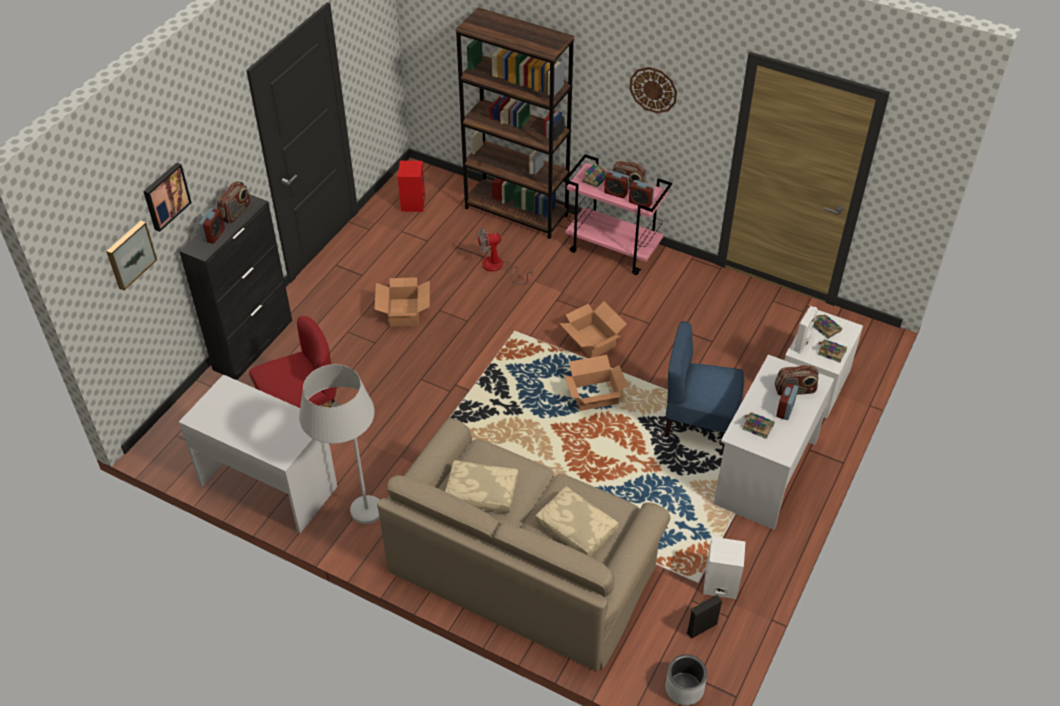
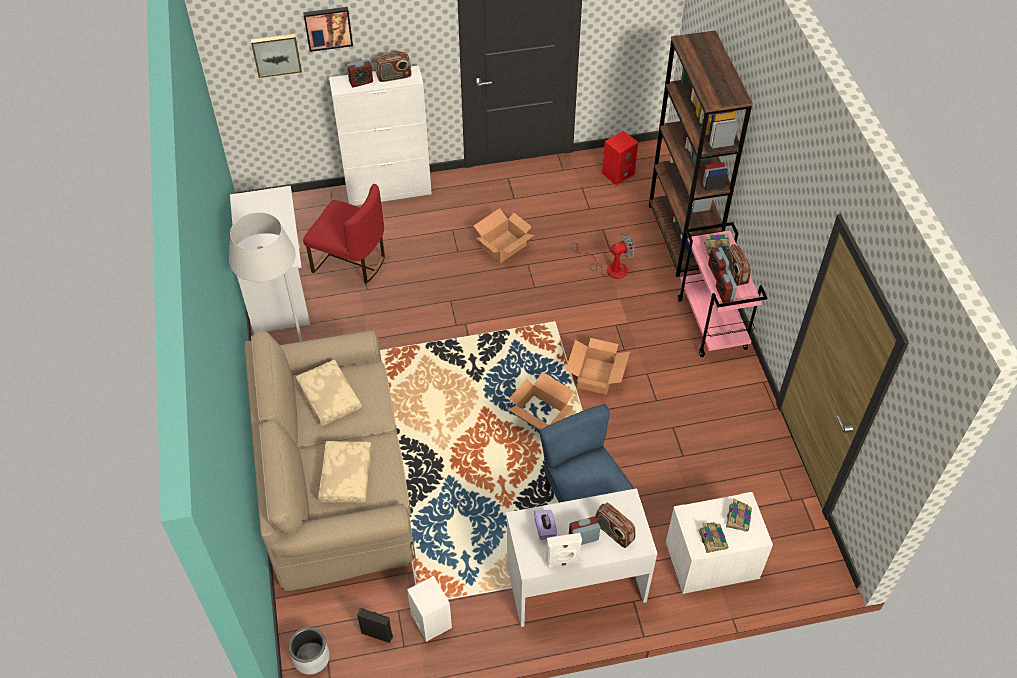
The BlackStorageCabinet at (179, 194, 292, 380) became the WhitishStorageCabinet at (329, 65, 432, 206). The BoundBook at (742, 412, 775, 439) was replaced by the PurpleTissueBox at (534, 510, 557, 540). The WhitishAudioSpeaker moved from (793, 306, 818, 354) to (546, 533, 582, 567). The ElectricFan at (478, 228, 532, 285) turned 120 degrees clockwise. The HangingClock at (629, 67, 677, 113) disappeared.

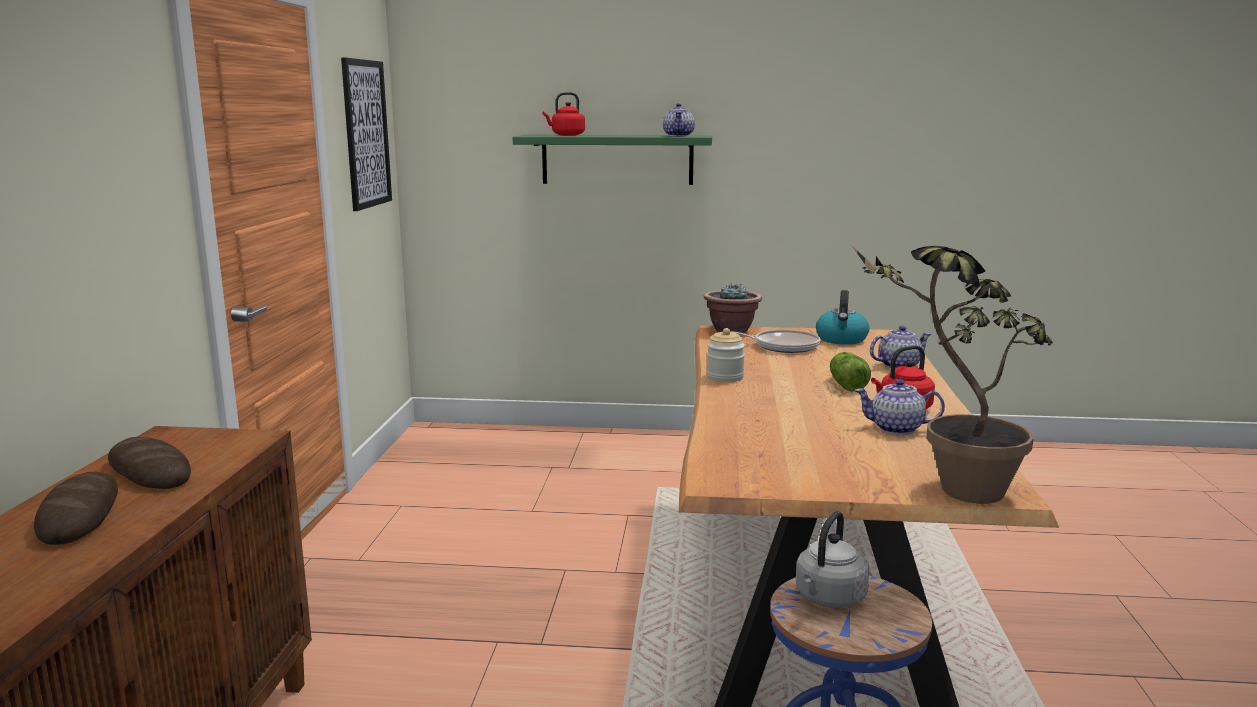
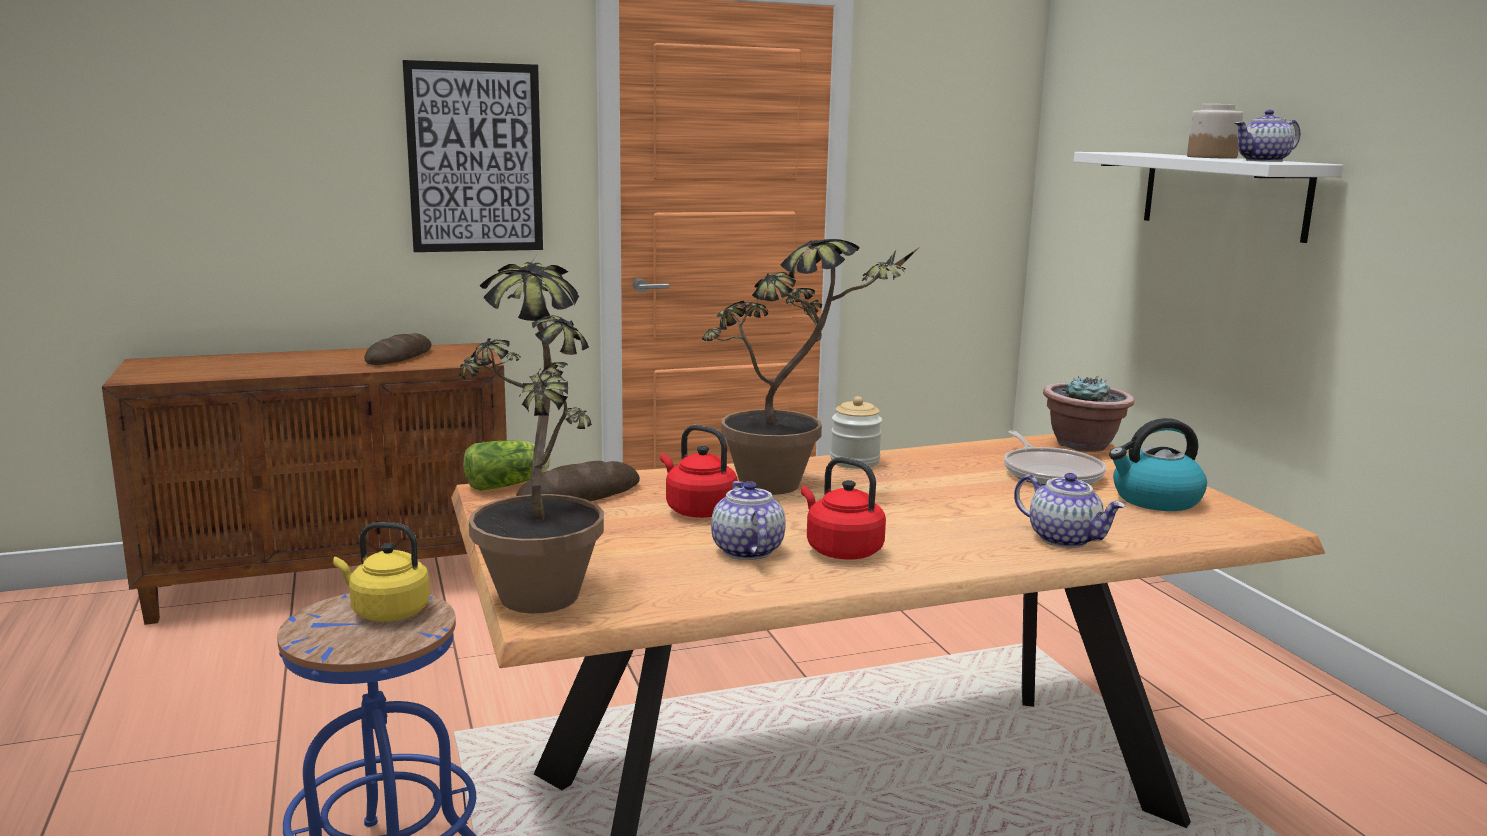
The GreyWaterKettle at (796, 511, 869, 608) became the YellowColouredWaterKettle at (333, 522, 430, 622). The WallPicture moved from (341, 57, 392, 211) to (402, 60, 543, 252). The HeadOfLettuce moved from (830, 352, 871, 392) to (463, 440, 551, 491). The Bread moved from (34, 472, 118, 545) to (516, 461, 640, 501). The RedWaterKettle moved from (542, 92, 585, 136) to (660, 425, 738, 518). The PlantInAPot at (702, 239, 921, 495) appeared. The GreenBracketShelf at (513, 135, 712, 185) became the WhitishBracketShelf at (1074, 152, 1343, 243). The StorageJar at (1187, 104, 1243, 159) appeared.

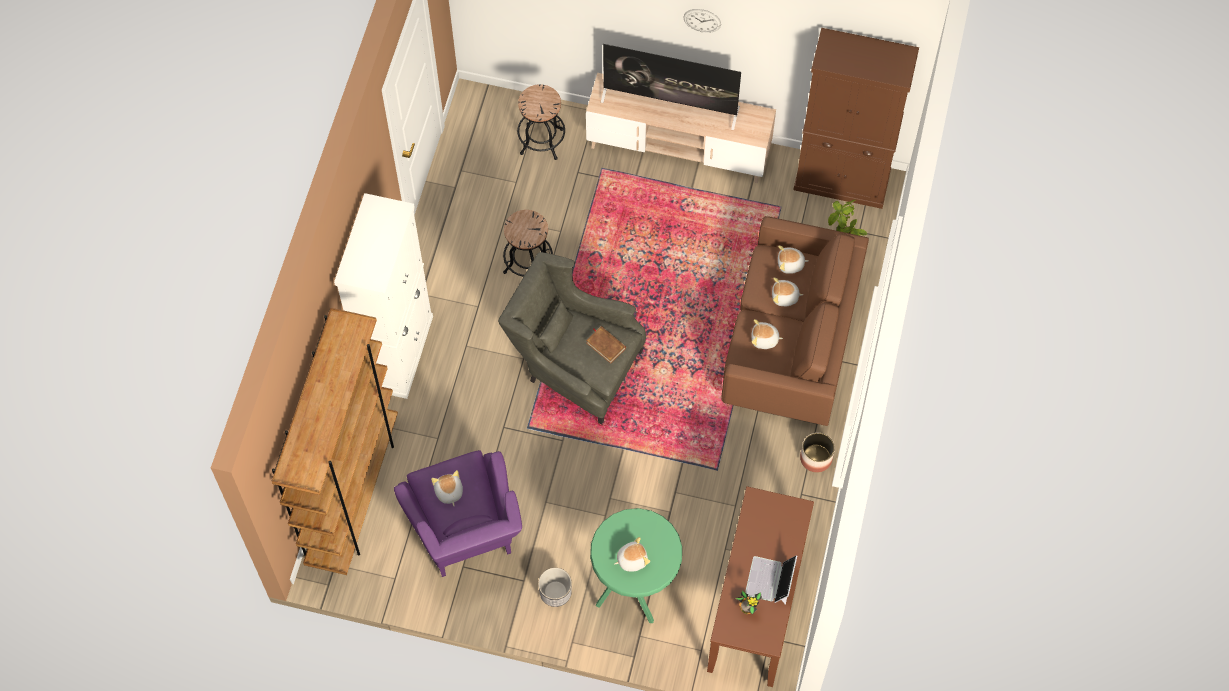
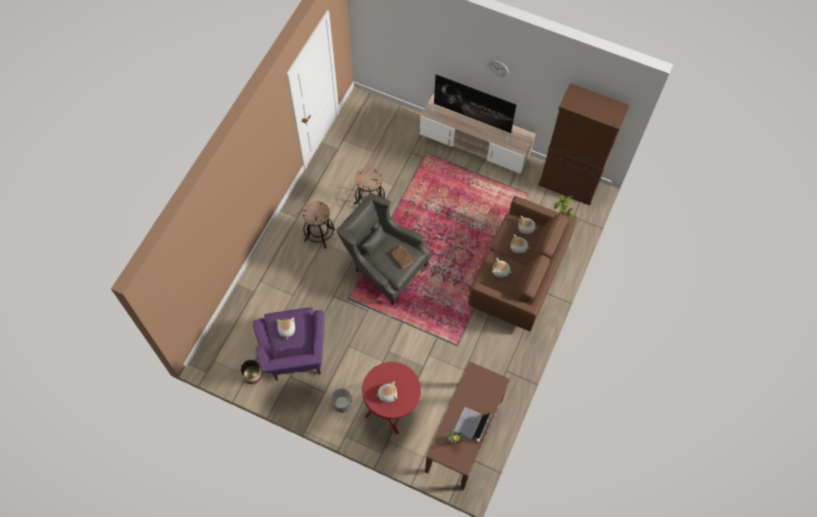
The FlowerPot moved from (800, 433, 835, 473) to (240, 359, 263, 384). The BlackSittingStool moved from (517, 84, 565, 160) to (302, 201, 335, 249). The GreenSittingStool at (590, 508, 682, 623) became the RedSittingStool at (362, 362, 421, 435). The BrownColouredBookcase at (272, 308, 398, 575) disappeared. The WhitishStorageCabinet at (334, 193, 433, 399) disappeared.

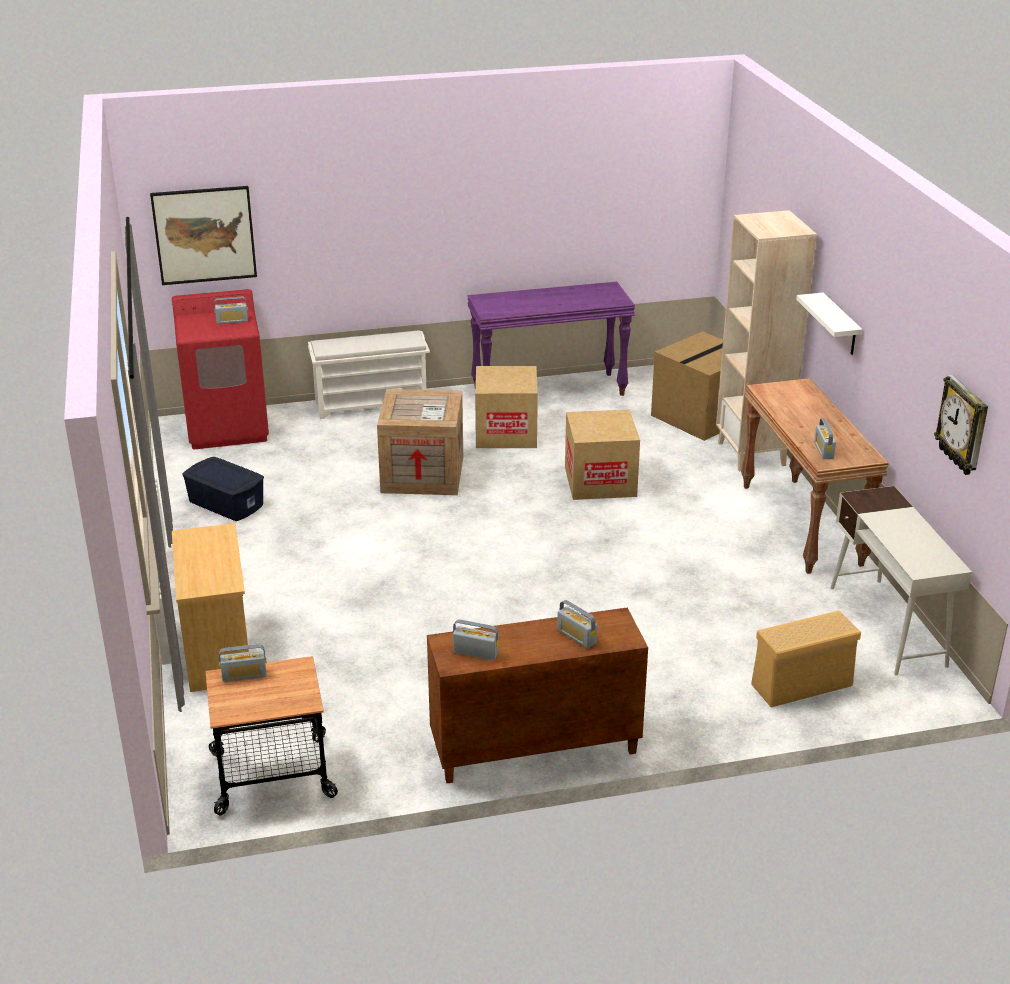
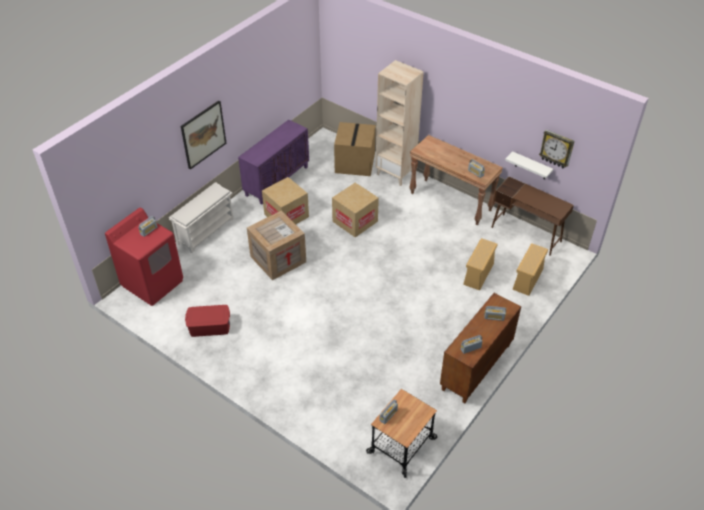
The WallPicture moved from (150, 186, 257, 285) to (181, 101, 227, 170). The BlueStorageBin at (182, 457, 264, 521) became the RedStorageBin at (185, 305, 230, 337). The PurpleConsoleTable at (468, 282, 635, 396) was replaced by the PurpleStorageCabinet at (238, 120, 309, 205). The BeigeColouredStorageBin at (463, 238, 498, 290) appeared. The WhitishDeskTable at (830, 486, 972, 675) became the BrownColouredDeskTable at (491, 176, 574, 256). The WhitishBracketShelf moved from (796, 293, 862, 355) to (505, 151, 553, 179). The BeigeColouredChestOfDrawers at (172, 523, 249, 692) disappeared.

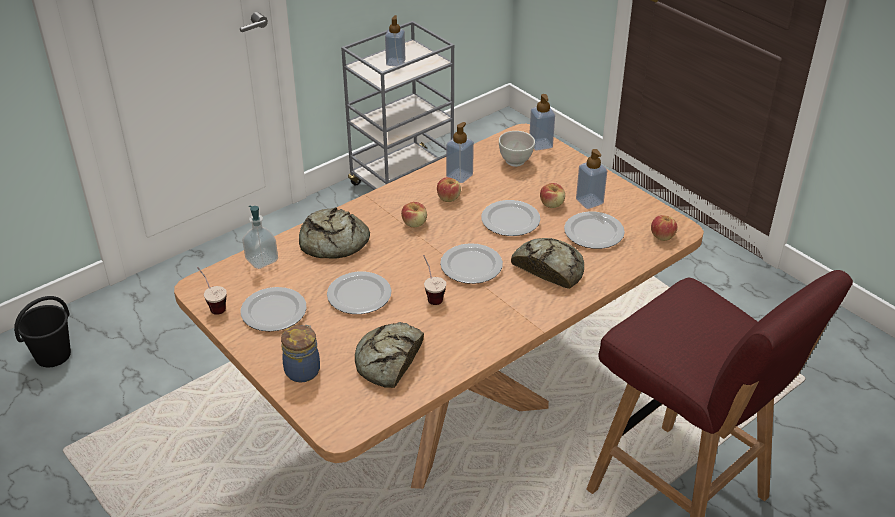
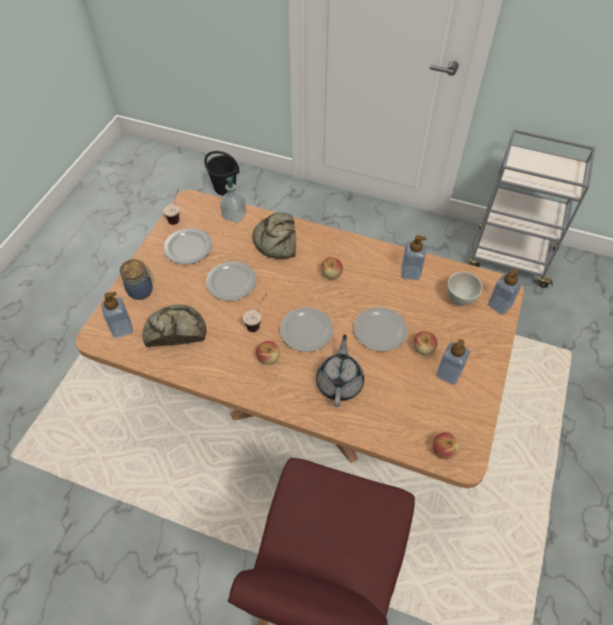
The SoapDispenser moved from (385, 15, 405, 66) to (101, 292, 133, 338). The Apple moved from (437, 177, 461, 202) to (256, 341, 280, 365). The Bread at (511, 238, 584, 289) was replaced by the GreyPotForTea at (316, 334, 364, 407). The Plate at (564, 212, 625, 249) disappeared.

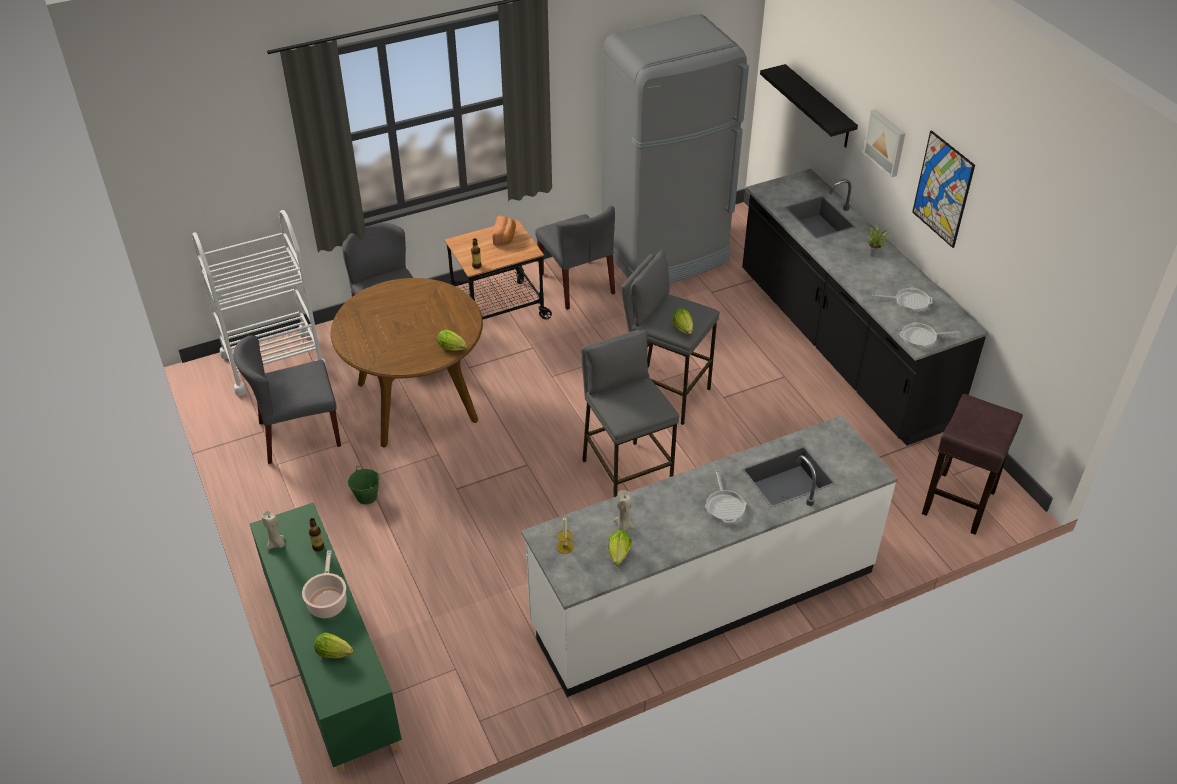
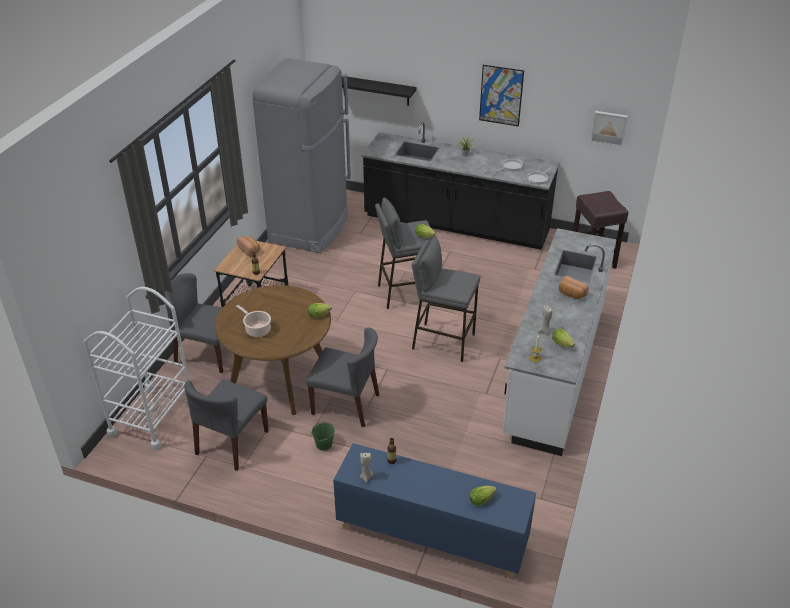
The CookingPot moved from (302, 550, 347, 618) to (236, 305, 271, 337). The GreyChair moved from (535, 206, 615, 310) to (306, 328, 379, 427). The GreenStorageCabinet at (250, 502, 402, 773) became the BlueStorageCabinet at (333, 443, 536, 580). The Skillet at (705, 470, 747, 523) was replaced by the Bread at (558, 276, 589, 299). The WallPicture moved from (863, 110, 905, 178) to (590, 111, 628, 147).

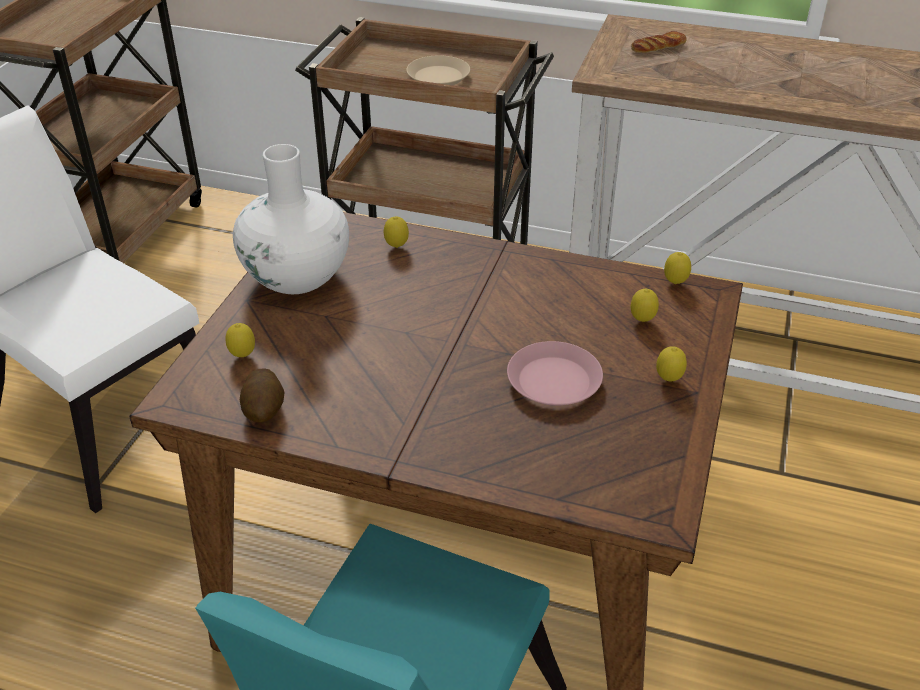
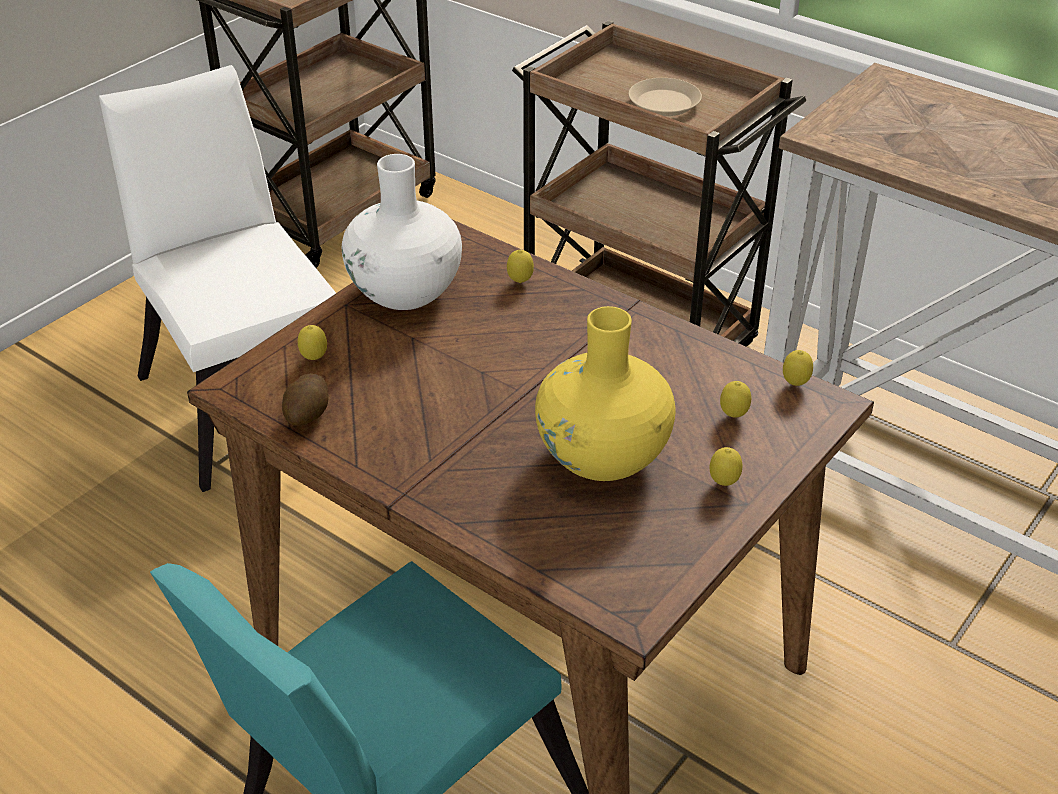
The PinkColouredPlate at (507, 341, 603, 406) was replaced by the YellowColouredFlowerVase at (535, 306, 675, 481). The Bread at (631, 31, 687, 53) disappeared.

